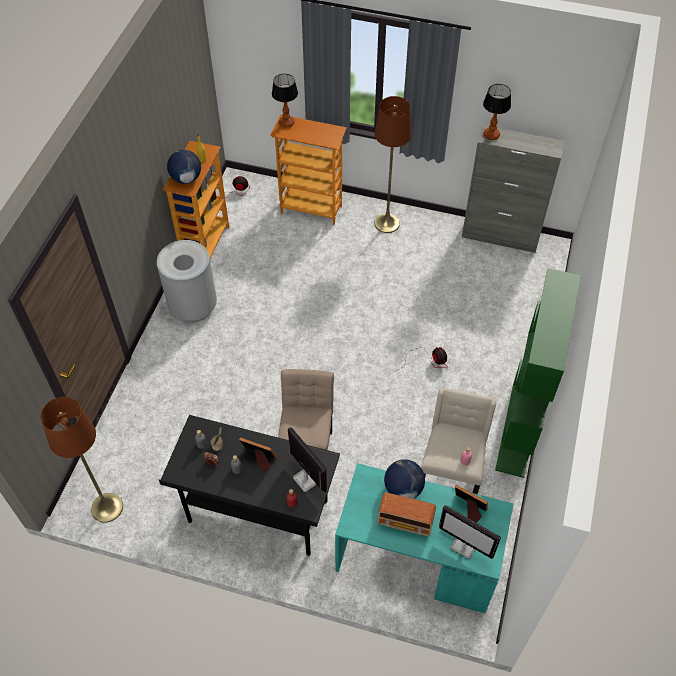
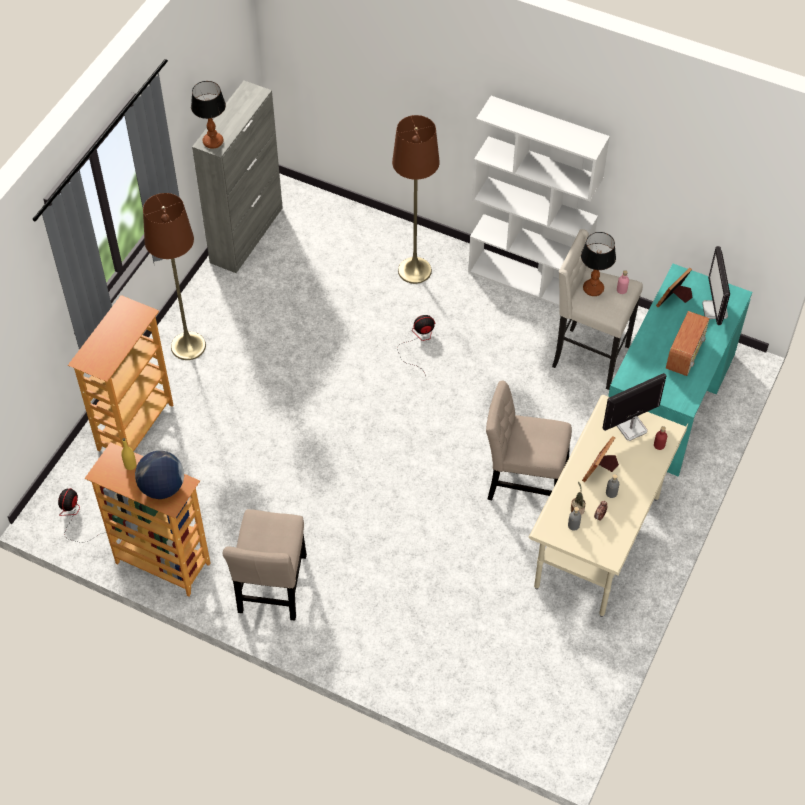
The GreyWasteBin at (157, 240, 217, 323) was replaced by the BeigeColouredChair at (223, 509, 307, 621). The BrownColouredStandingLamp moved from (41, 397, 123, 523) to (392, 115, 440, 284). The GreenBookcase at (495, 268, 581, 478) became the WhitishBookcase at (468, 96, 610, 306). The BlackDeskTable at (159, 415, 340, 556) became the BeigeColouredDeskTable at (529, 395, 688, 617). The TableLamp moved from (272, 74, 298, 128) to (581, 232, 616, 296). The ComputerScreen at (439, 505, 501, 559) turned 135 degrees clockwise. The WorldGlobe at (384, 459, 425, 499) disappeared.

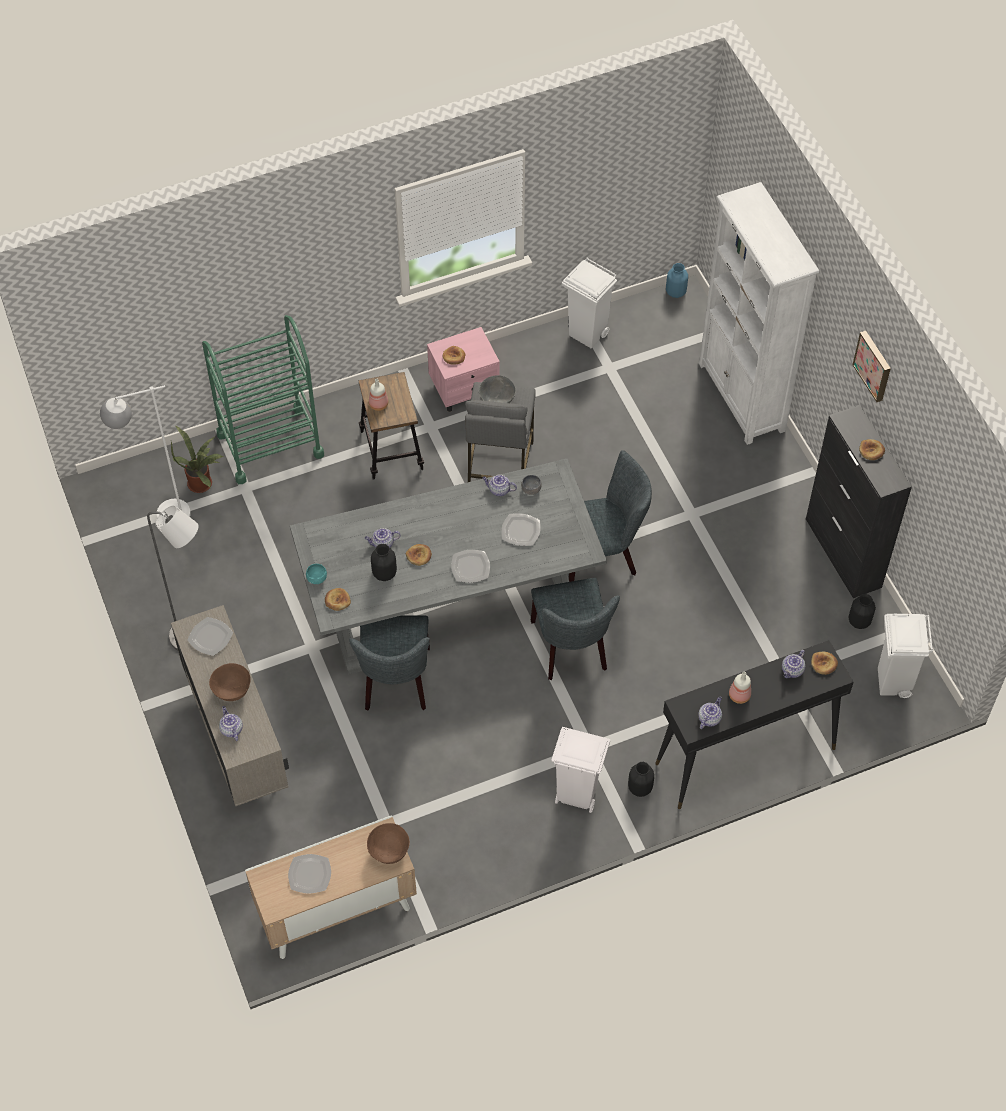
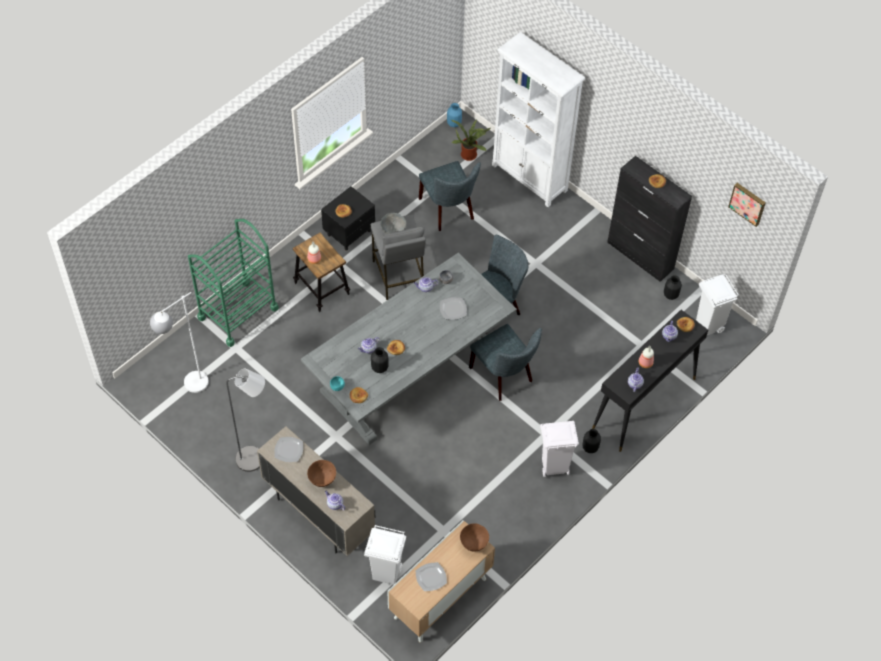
The PinkColouredBedsideTable at (427, 327, 500, 412) became the BlackBedsideTable at (321, 186, 375, 251). The WhitishWasteBin moved from (562, 257, 617, 348) to (364, 525, 406, 585). The GreyChair moved from (349, 615, 430, 711) to (419, 161, 481, 231). The PlantInAPot moved from (171, 426, 224, 493) to (451, 119, 490, 161). The WallPicture moved from (853, 331, 891, 402) to (728, 183, 766, 227). The Plate at (451, 550, 490, 583) disappeared.

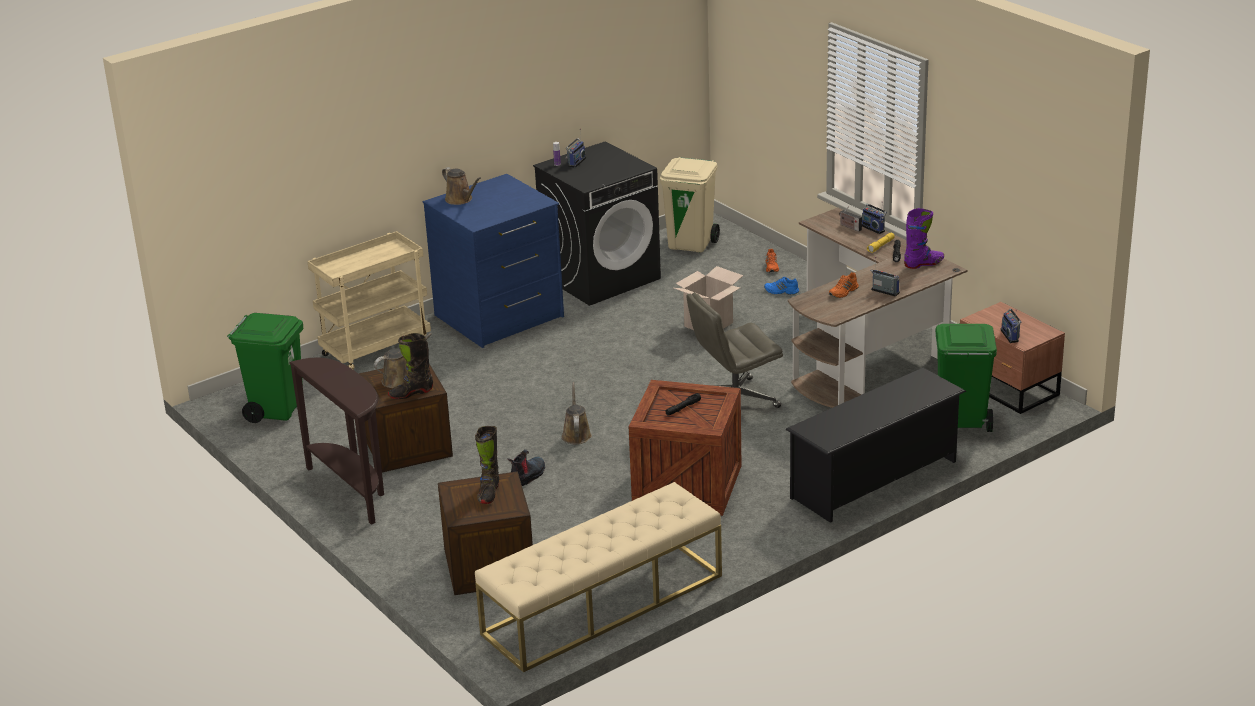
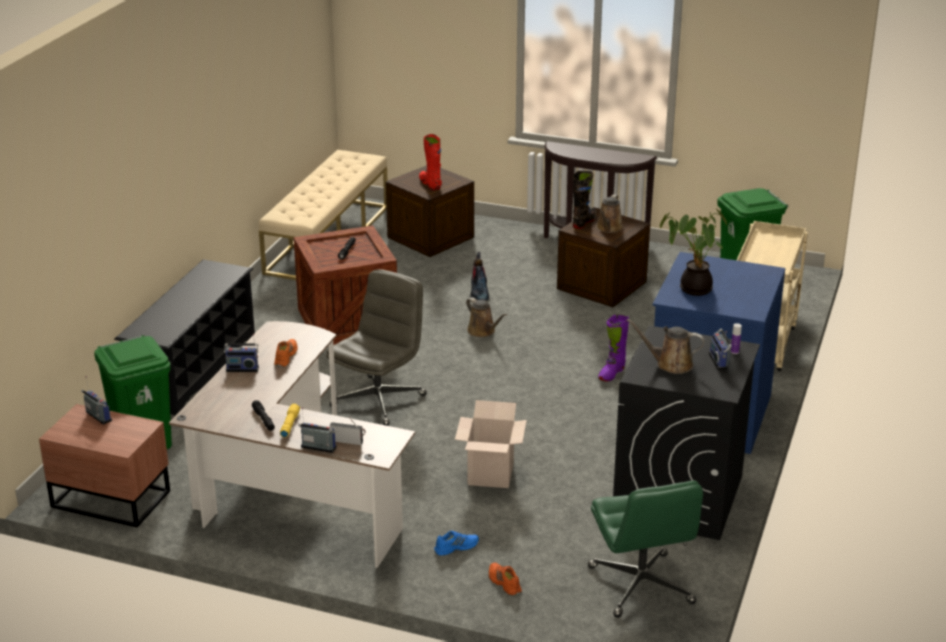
The BlackBoot at (475, 426, 499, 504) became the RedBoot at (419, 134, 442, 190). The BeigeColouredWasteBin at (660, 157, 720, 253) was replaced by the GreenDeskChair at (588, 481, 703, 618). The PurpleBoot moved from (904, 208, 944, 269) to (598, 314, 629, 382). The BrownColouredWateringCan moved from (442, 167, 481, 205) to (627, 319, 705, 374). The PlantInAPot at (660, 208, 728, 296) appeared.

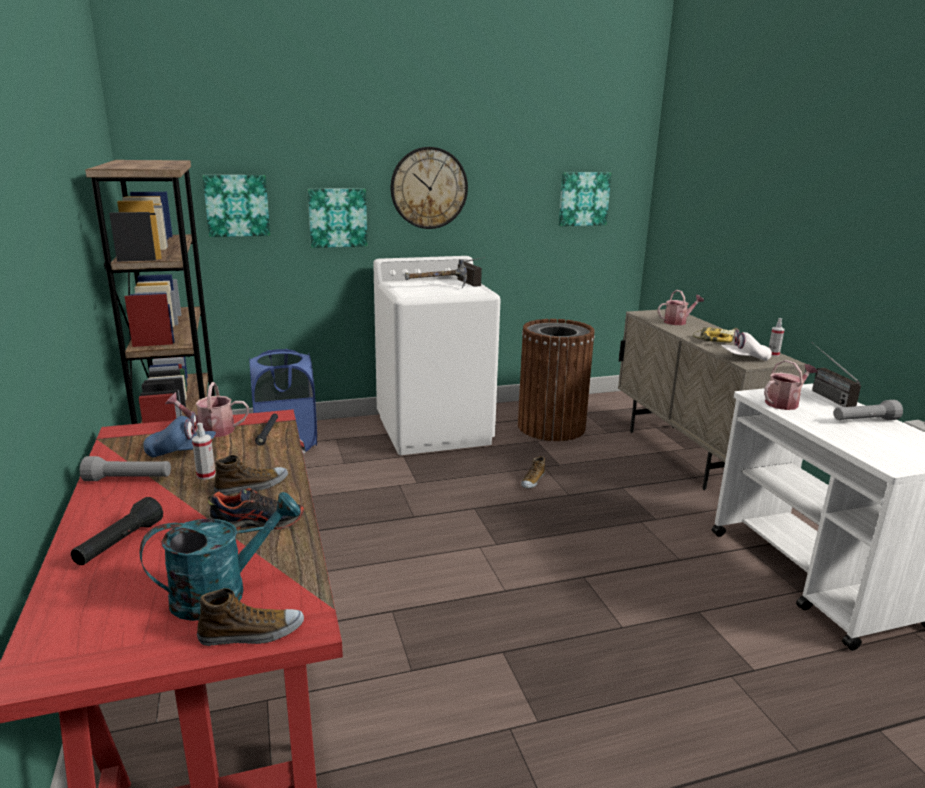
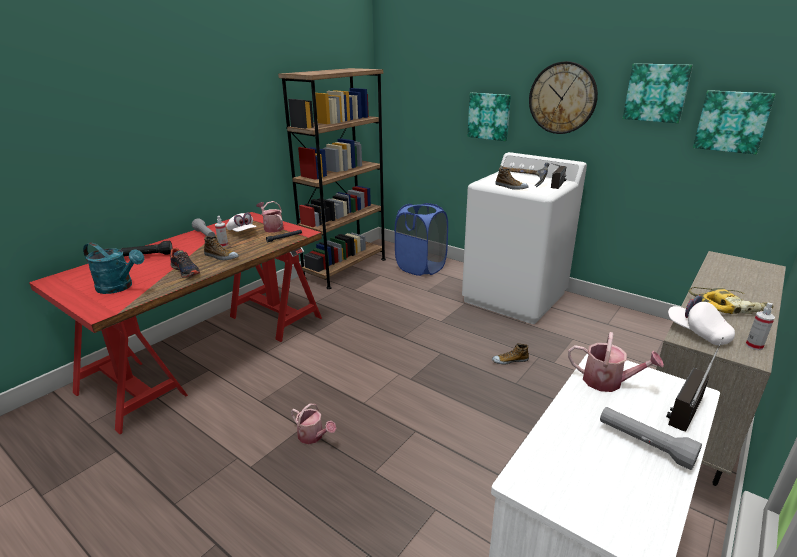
The BlueCap at (143, 412, 216, 457) became the WhitishCap at (226, 213, 257, 232). The WateringCan moved from (658, 290, 704, 325) to (291, 404, 336, 444). The ItemOfFootwear moved from (197, 588, 304, 646) to (495, 168, 529, 190). The WallPicture moved from (203, 175, 270, 237) to (623, 64, 693, 123). The BrownColouredWasteBin at (518, 319, 595, 441) disappeared.

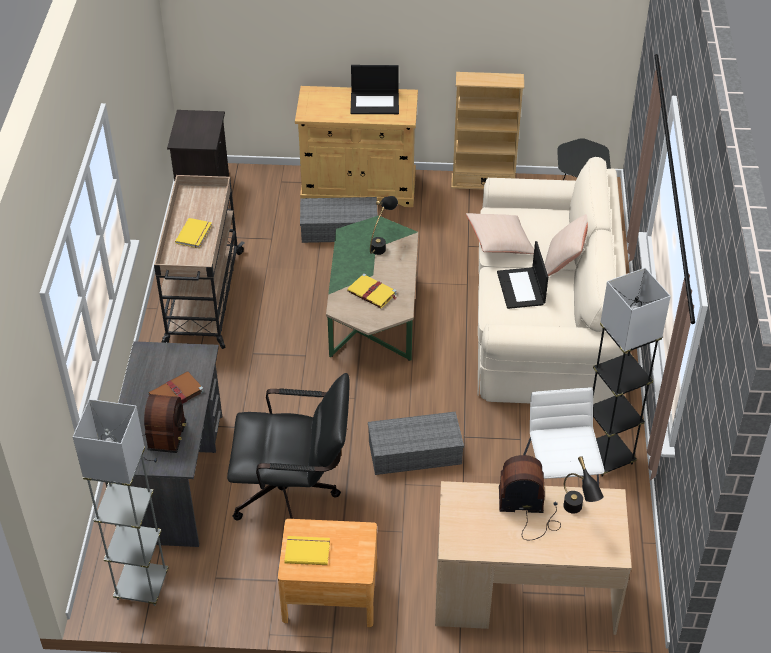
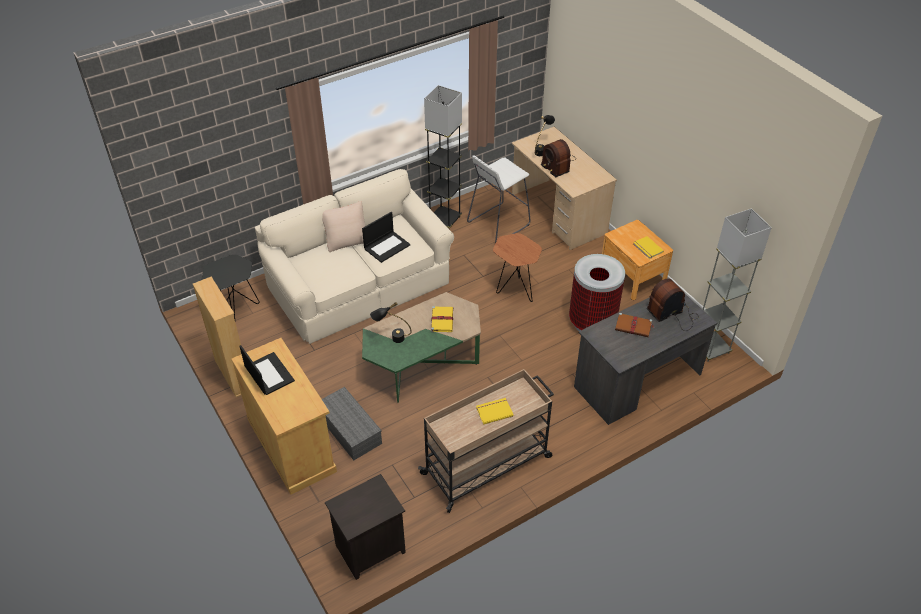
The GreyStorageBin at (368, 411, 464, 475) was replaced by the BrownColouredAccentTable at (493, 233, 542, 302). The BlackDeskChair at (227, 373, 350, 521) was replaced by the WasteBin at (569, 254, 625, 331). The BeigeColouredPillow at (466, 213, 534, 254) disappeared.

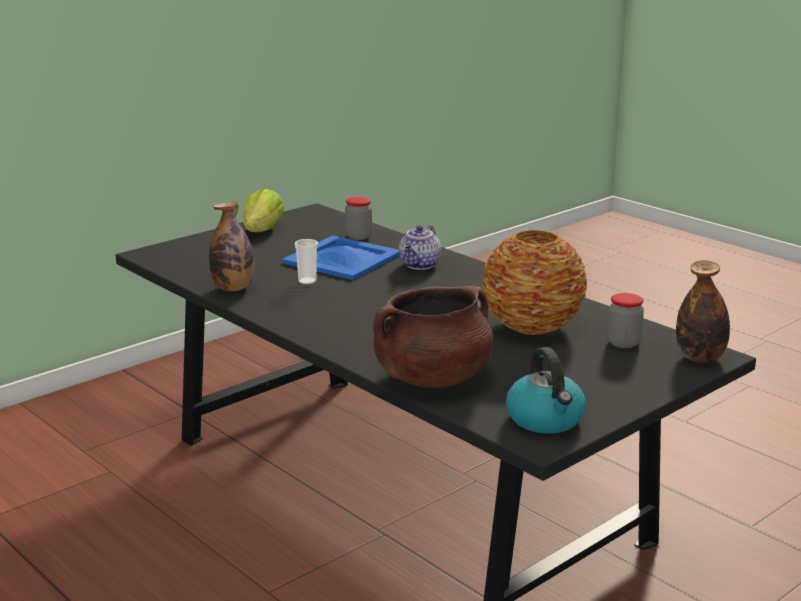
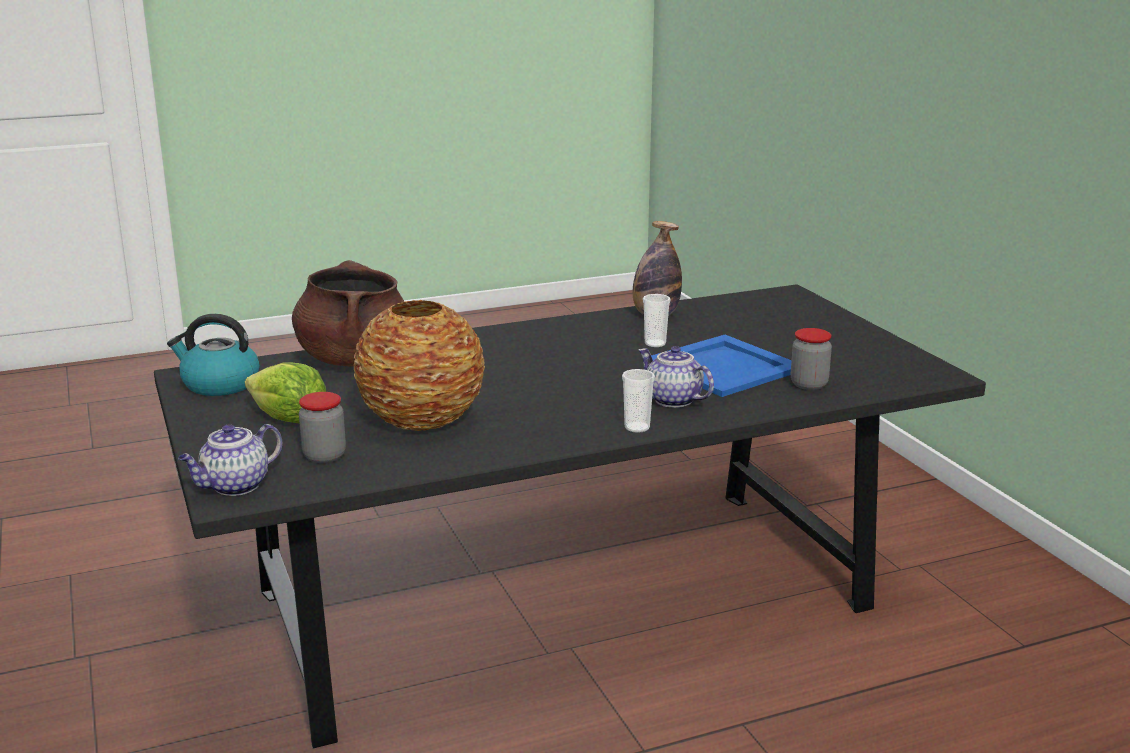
The BeverageBottle at (676, 260, 730, 363) was replaced by the PotForTea at (178, 424, 282, 496). The HeadOfLettuce moved from (244, 188, 284, 232) to (245, 363, 326, 423). The Cup at (622, 369, 655, 433) appeared.

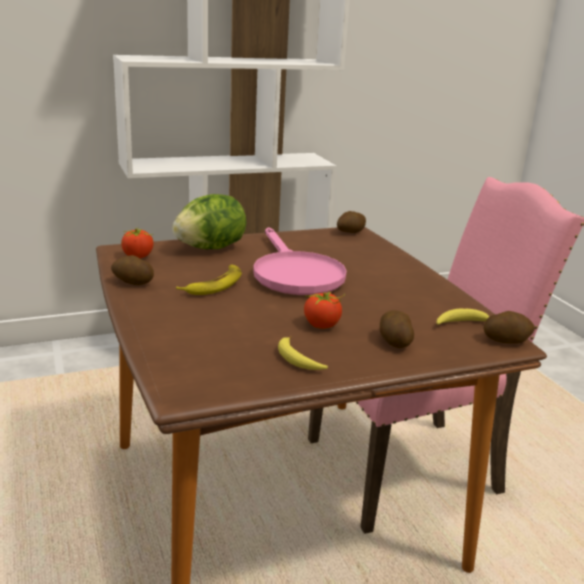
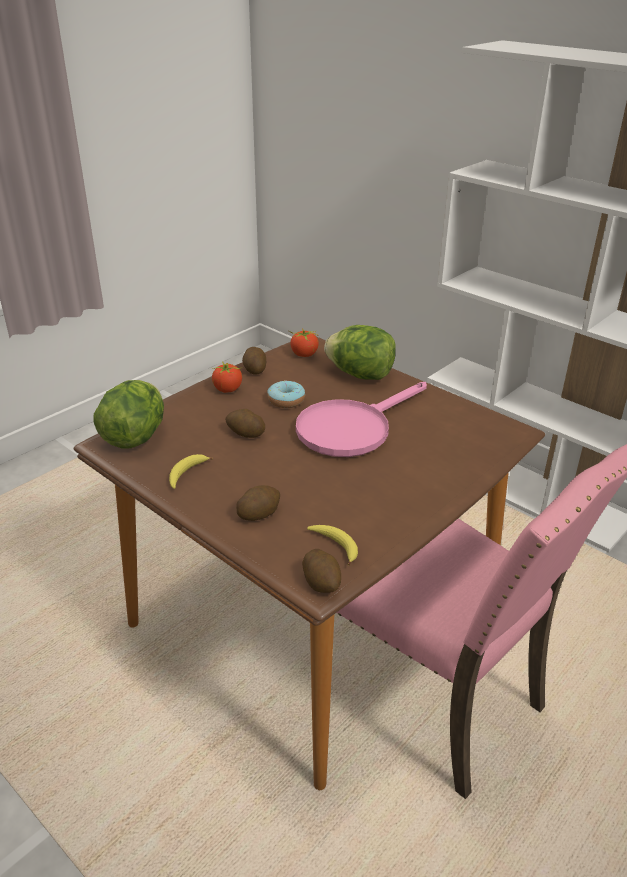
The HeadOfLettuce at (93, 380, 164, 448) appeared. The Tomato moved from (304, 290, 345, 329) to (212, 361, 242, 393). The Spud moved from (337, 211, 366, 233) to (225, 409, 265, 438). The Banana at (176, 265, 242, 295) was replaced by the RingDoughnut at (267, 380, 305, 408).

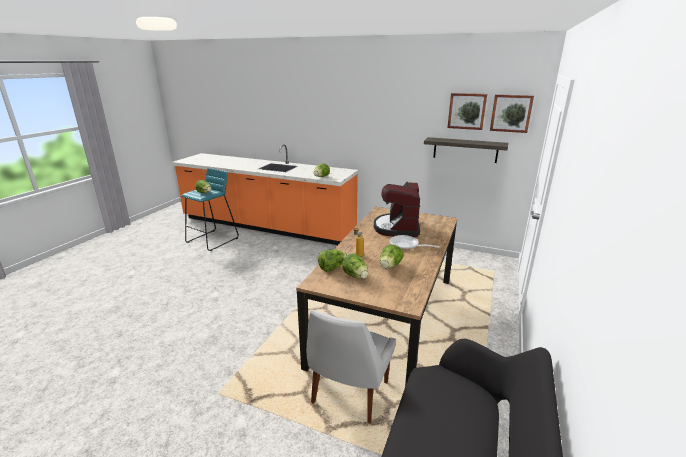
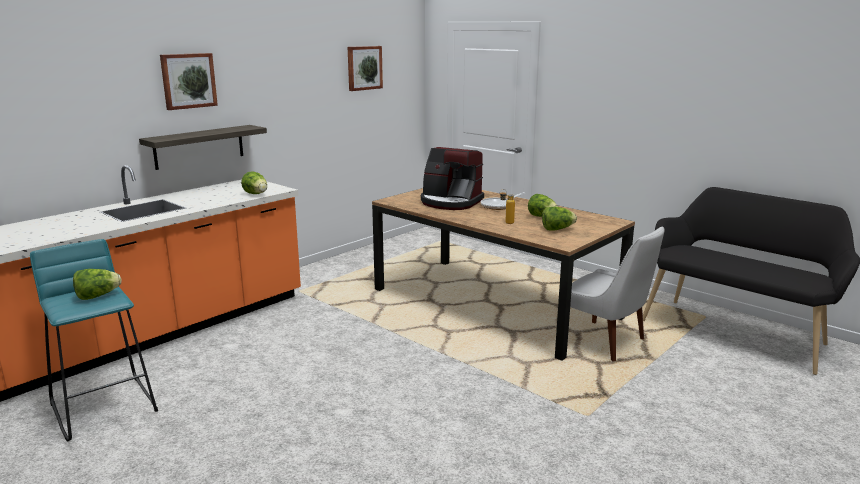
The BracketShelf moved from (424, 137, 508, 163) to (139, 125, 267, 170). The WallPicture moved from (490, 94, 534, 133) to (160, 53, 218, 110). The HeadOfLettuce at (318, 249, 347, 272) disappeared.

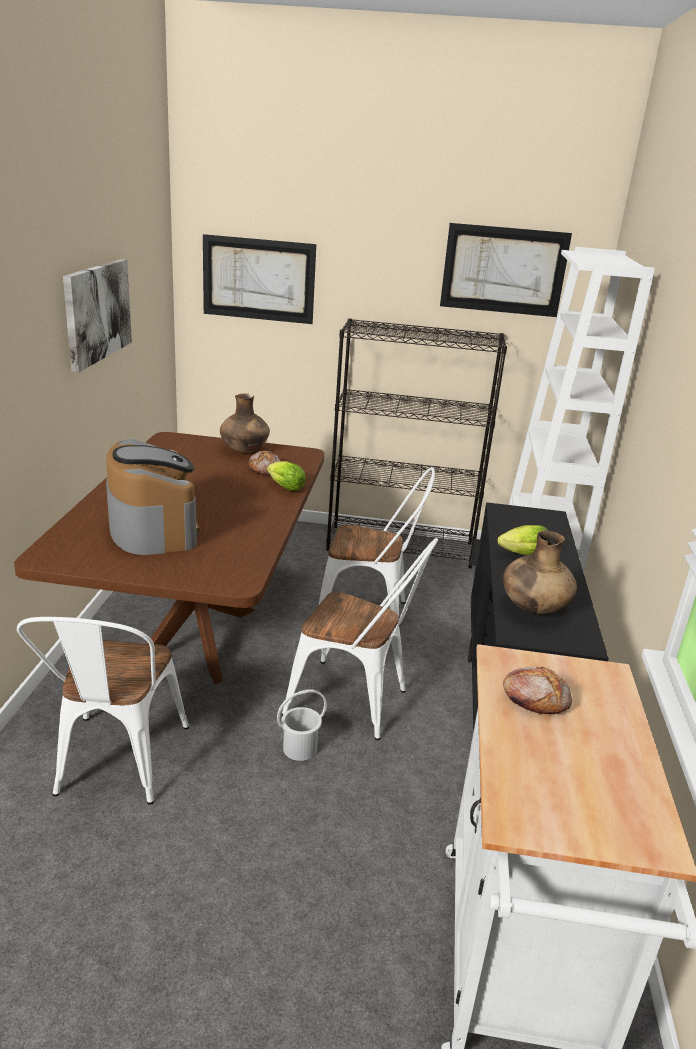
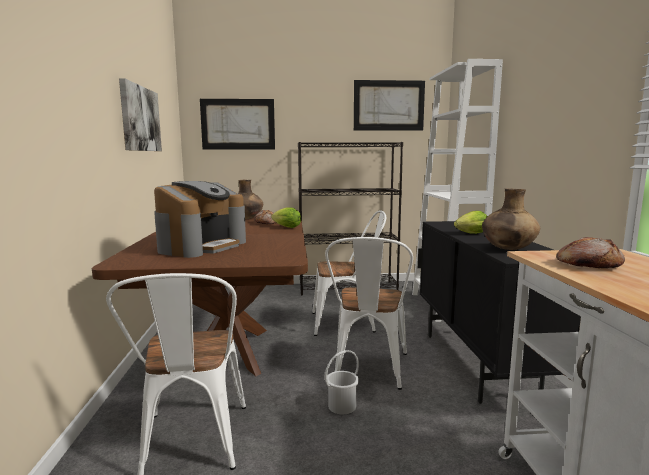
The CoffeeMaker at (106, 439, 200, 555) turned 60 degrees clockwise. The WhitishChair at (282, 538, 438, 740) turned 90 degrees clockwise.

